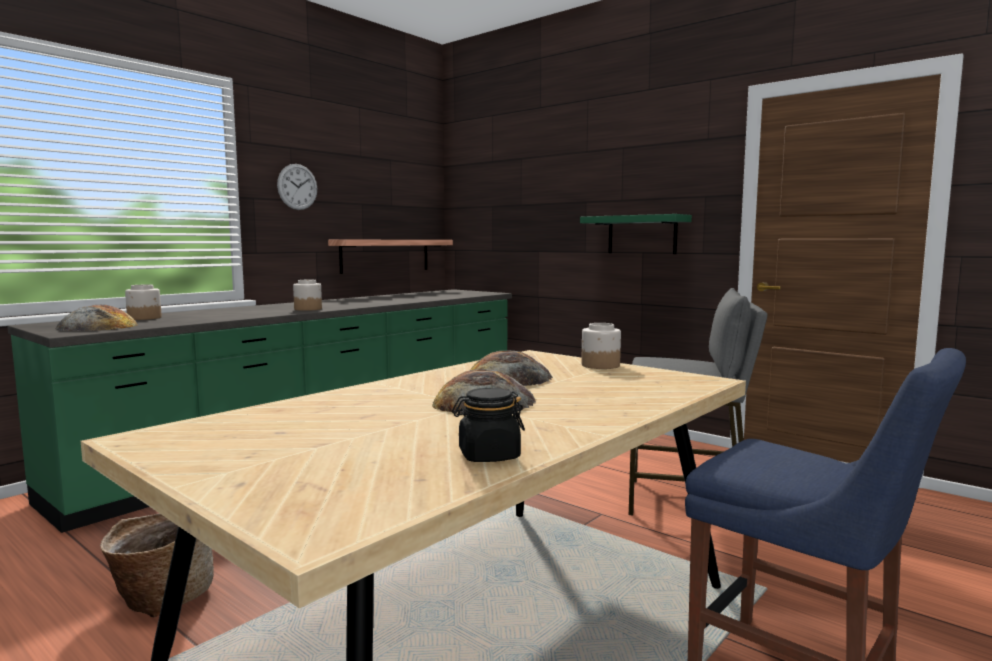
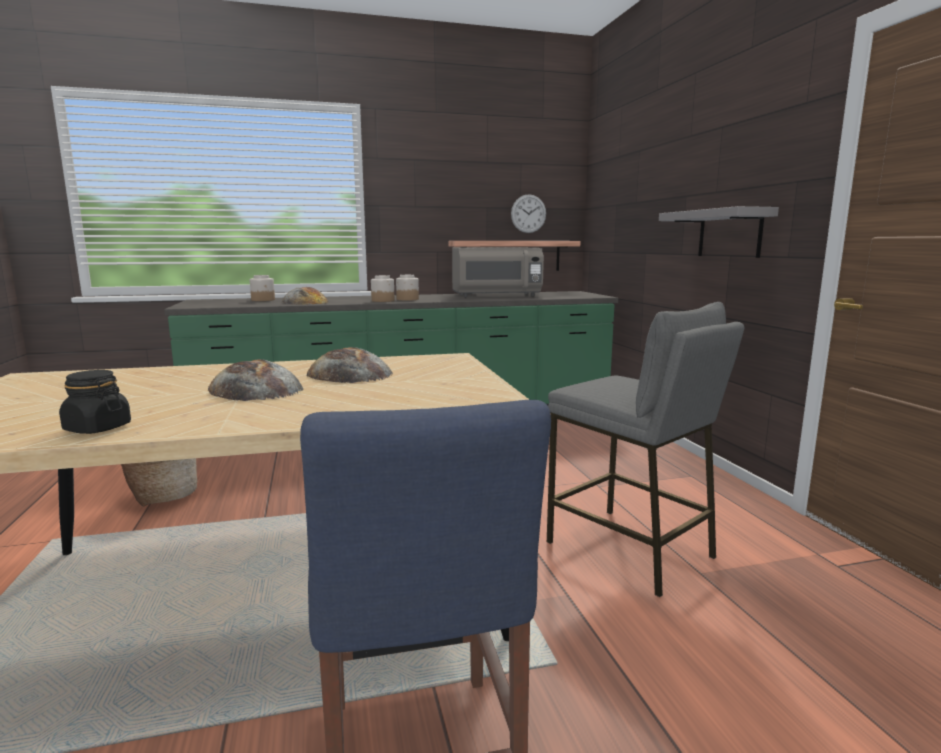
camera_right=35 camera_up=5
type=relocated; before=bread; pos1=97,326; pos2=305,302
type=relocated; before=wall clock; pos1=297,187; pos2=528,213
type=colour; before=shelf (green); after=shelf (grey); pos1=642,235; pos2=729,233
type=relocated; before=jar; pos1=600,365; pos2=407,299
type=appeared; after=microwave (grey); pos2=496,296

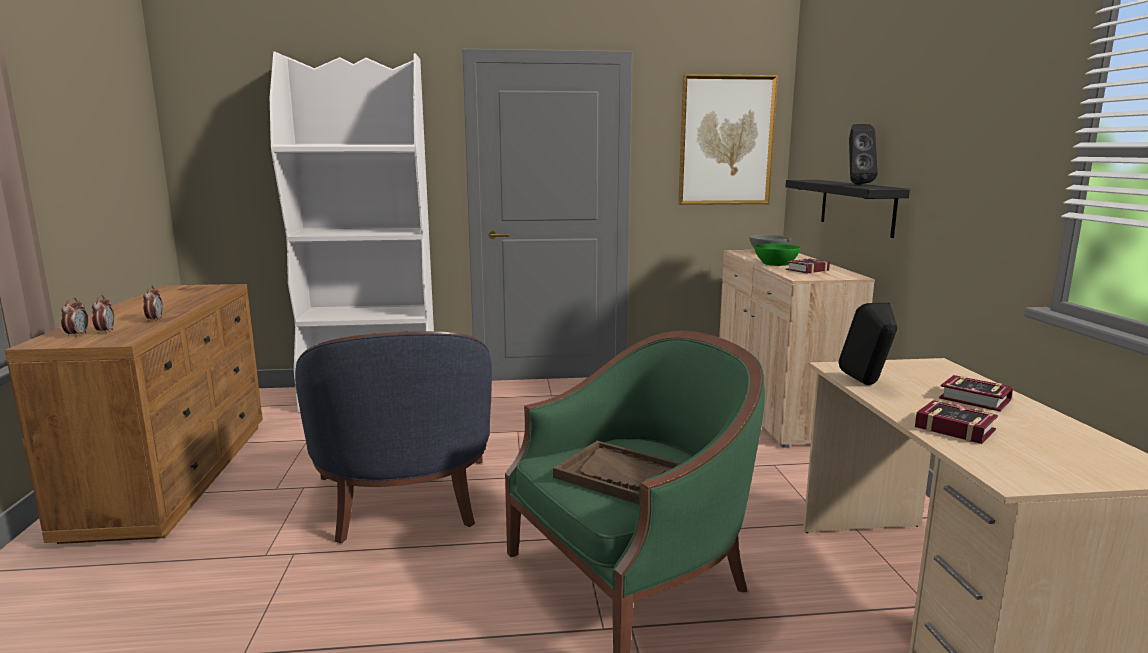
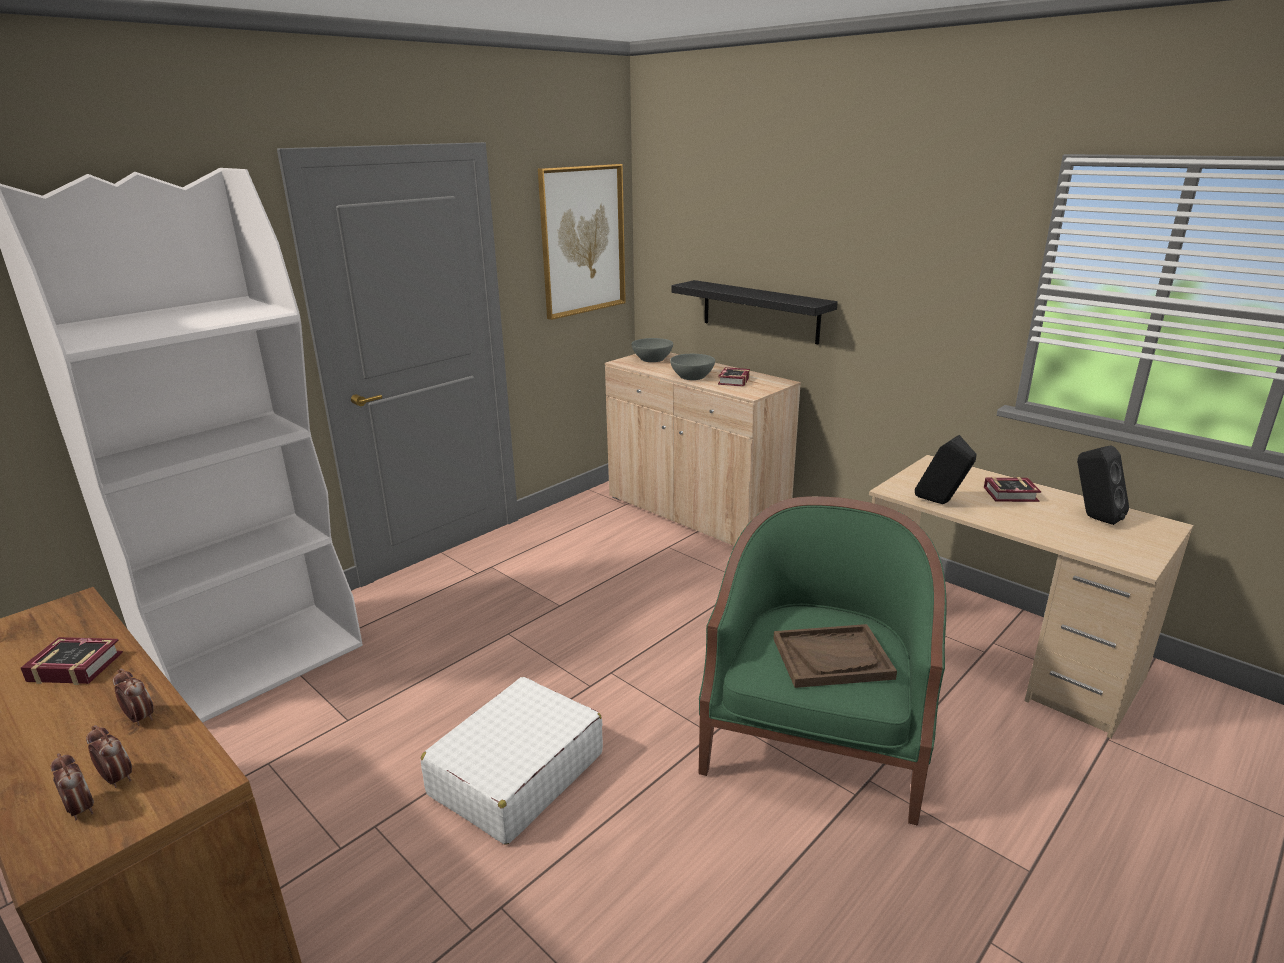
camera_right=-40 camera_up=10
type=exchanged; before=armchair (blue); after=suitcase (white); pos1=404,499; pos2=516,774
type=colour; before=bowl (green); after=bowl (grey); pos1=776,263; pos2=692,376
type=relocated; before=speaker (black); pos1=856,184; pos2=1093,518
type=relocated; before=book; pos1=952,427; pos2=74,665

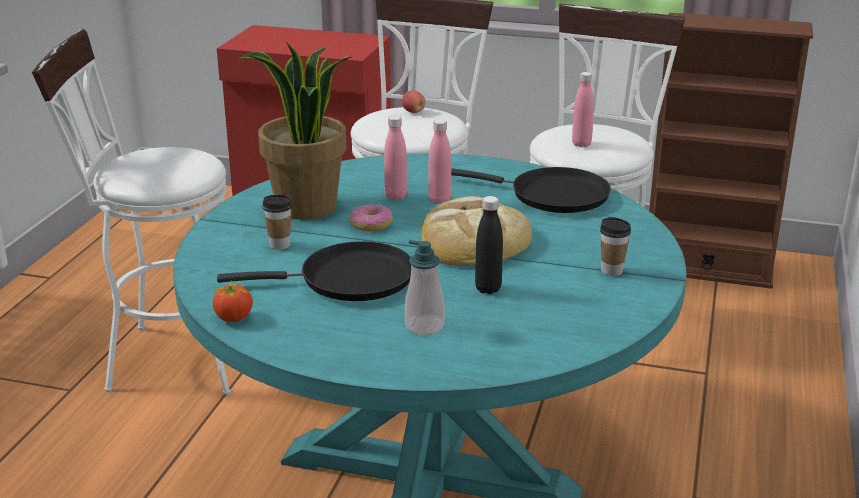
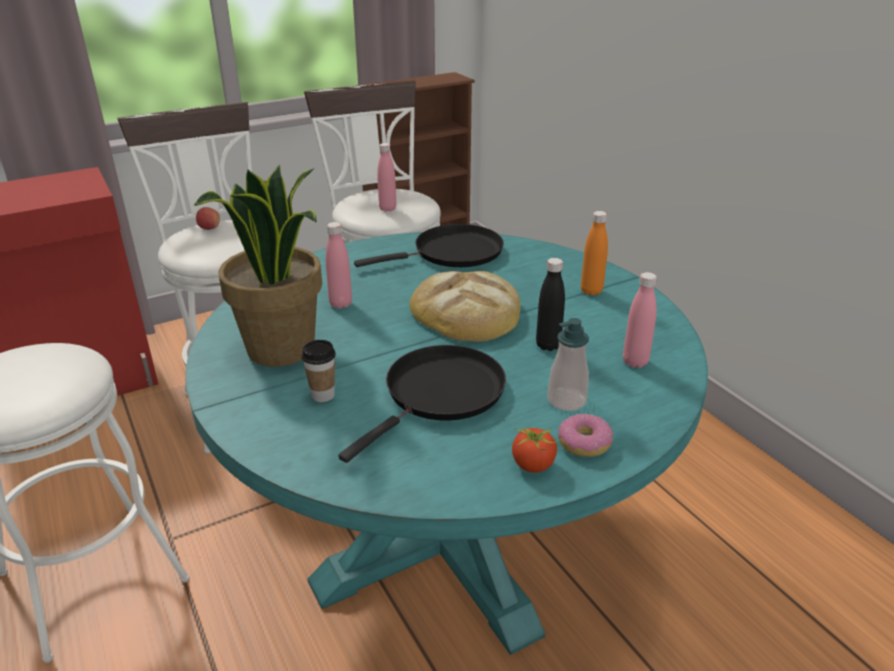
camera_right=-45 camera_up=5
type=relocated; before=tomato; pos1=234,318; pos2=533,465
type=relocated; before=donut; pos1=371,225; pos2=584,443
type=relocated; before=bottle (pink); pos1=439,200; pos2=635,362
type=exchanged; before=cup; after=bottle (orange); pos1=612,271; pos2=591,291

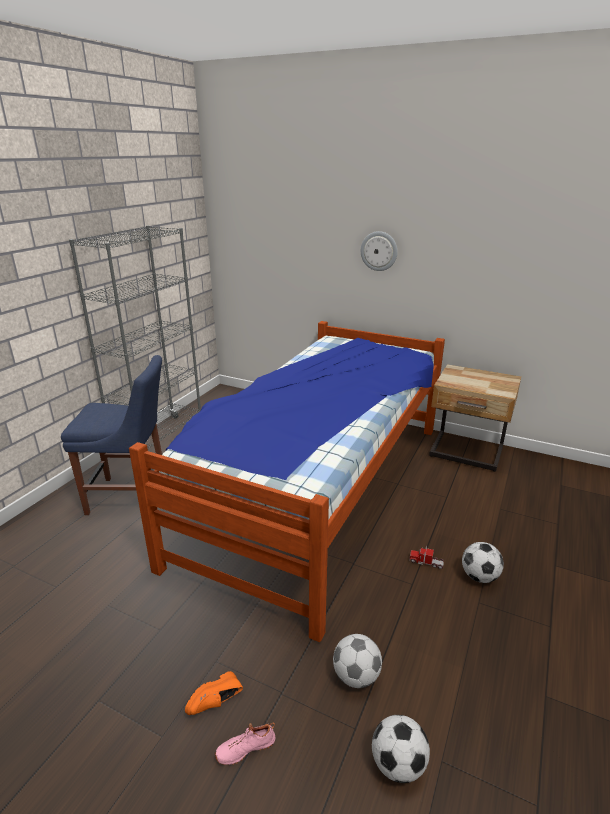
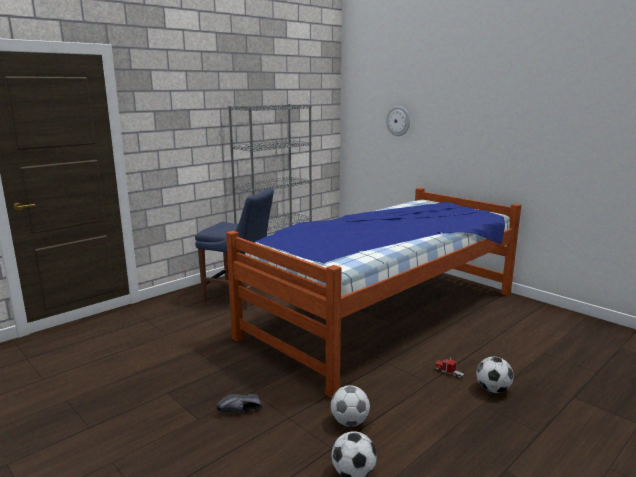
camera_right=20 camera_up=-10
type=colour; before=shoe (orange); after=shoe (black); pos1=217,703; pos2=241,412
type=missing; before=shoe (pink); pos1=245,747
type=relocated; before=wall clock; pos1=379,251; pos2=398,121
type=missing; before=nightstand (beige); pos1=466,453

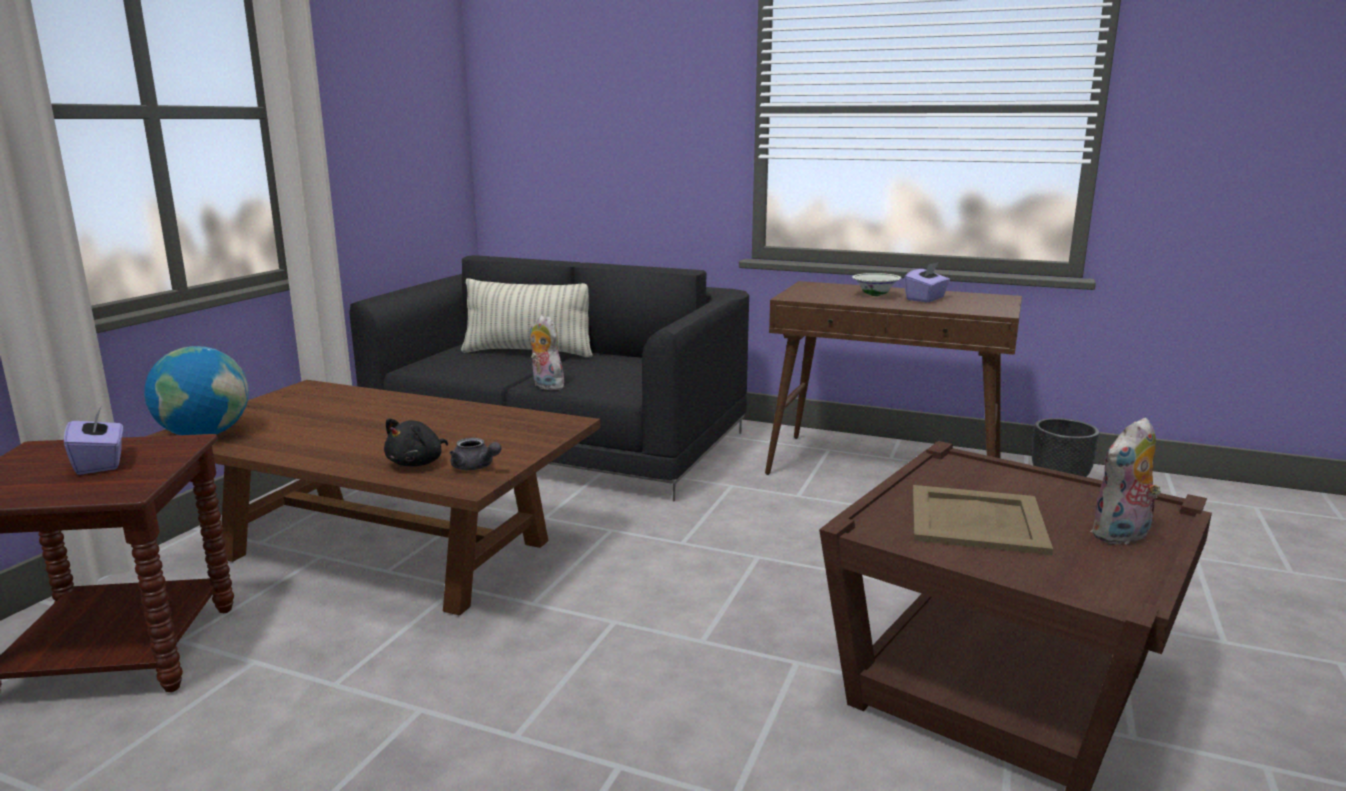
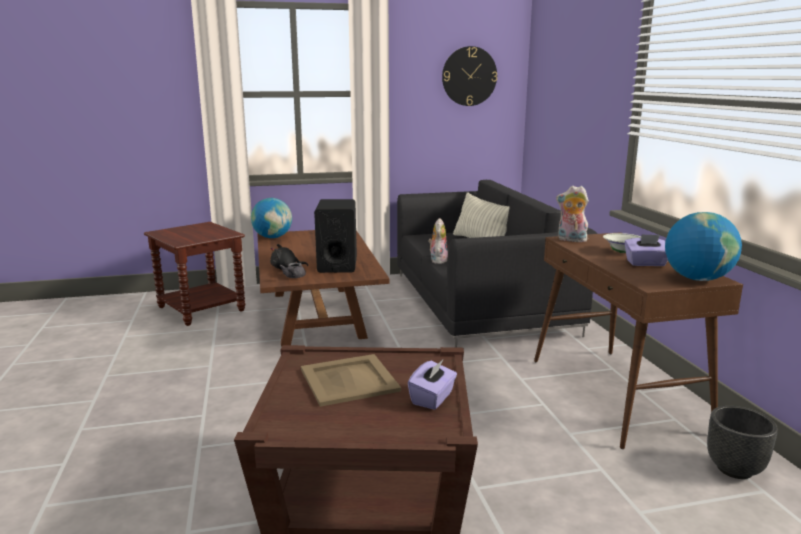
camera_right=55 camera_up=0
type=relocated; before=tissue box (purple); pos1=100,463; pos2=432,398
type=relocated; before=plush toy; pos1=1122,536; pos2=571,240
type=appeared; after=speaker (black); pos2=337,265
type=appeared; after=wall clock; pos2=469,76
type=appeared; after=globe; pos2=697,279

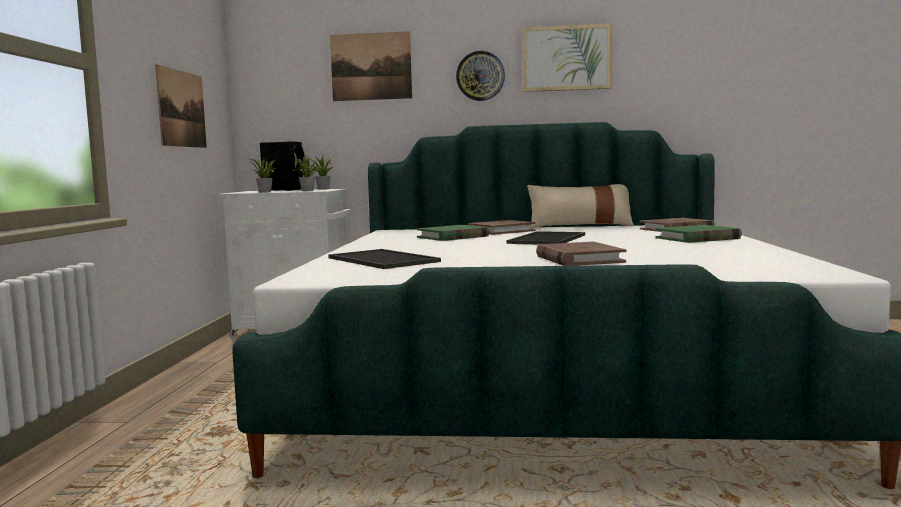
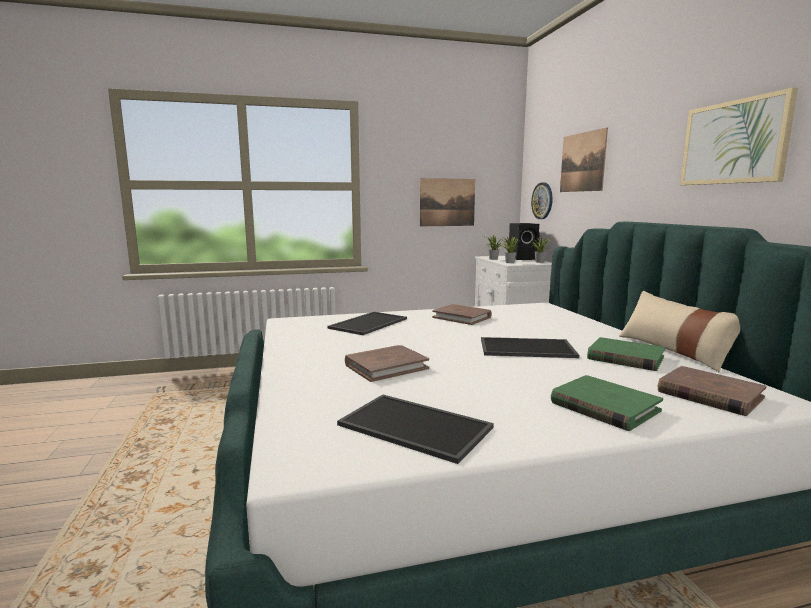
camera_right=70 camera_up=5
type=relocated; before=book (green); pos1=453,237; pos2=625,358
type=relocated; before=wall clock; pos1=480,76; pos2=542,201
type=relocated; before=book (brown); pos1=500,231; pos2=462,317
type=appeared; after=tray; pos2=417,426

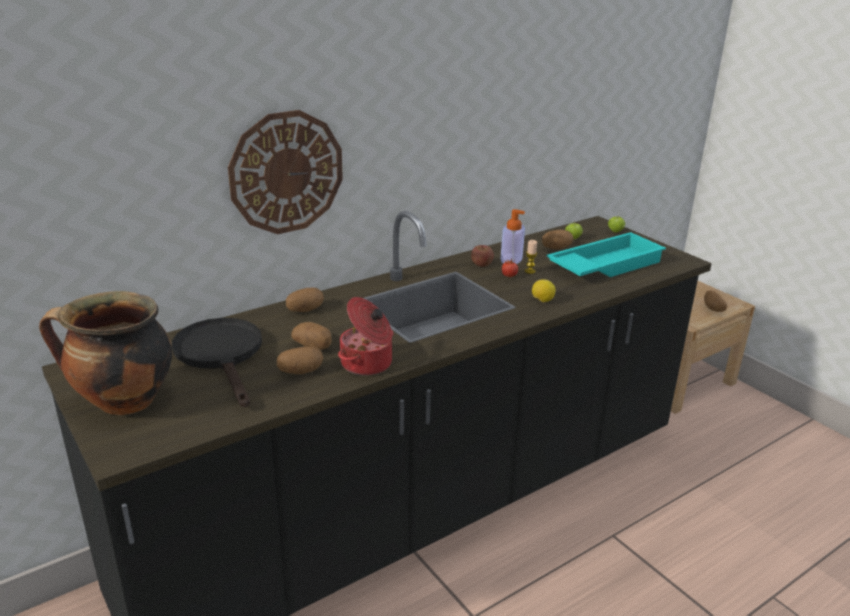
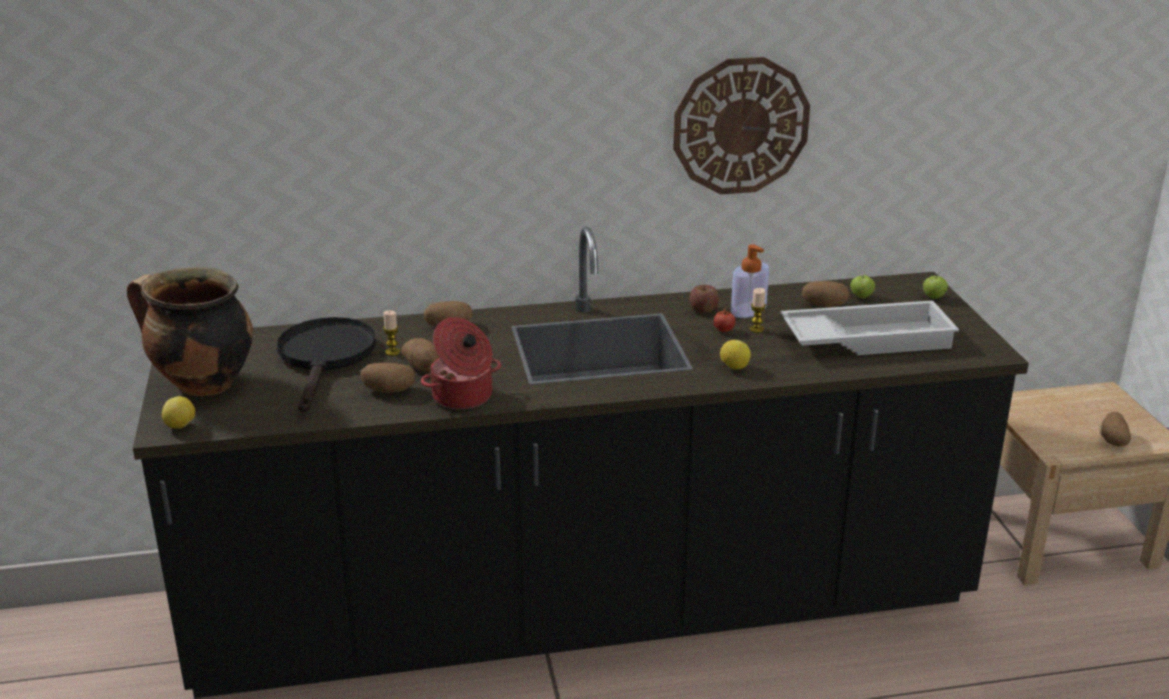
camera_right=25 camera_up=0
type=relocated; before=wall clock; pos1=286,172; pos2=740,126
type=colour; before=tray (turquoise); after=tray (white); pos1=604,265; pos2=867,338
type=appeared; after=lemon; pos2=181,426
type=appeared; after=candle; pos2=392,352

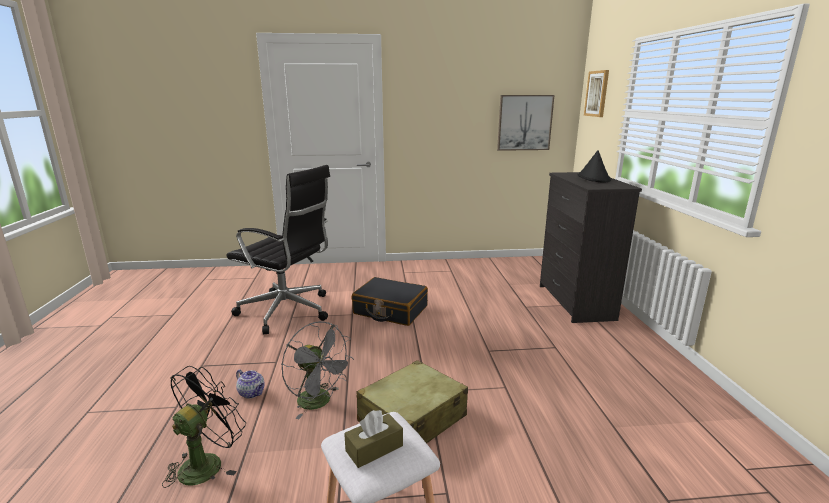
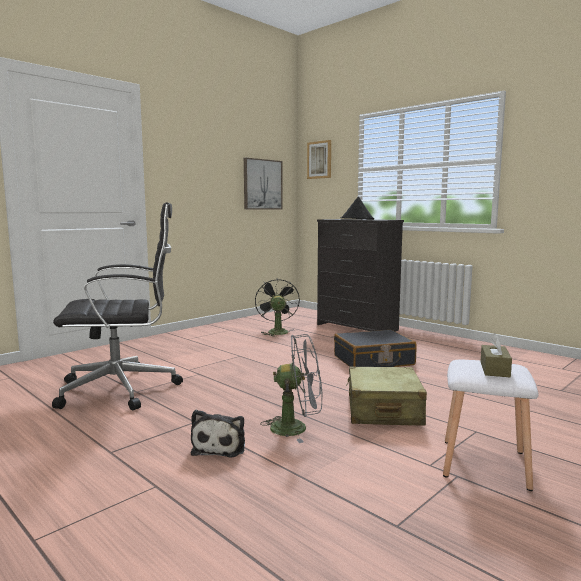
camera_right=-40 camera_up=-10
type=relocated; before=fan (black); pos1=207,462; pos2=276,331
type=exchanged; before=teapot; after=plush toy; pos1=252,393; pos2=220,446
type=relocated; before=suitcase (black); pos1=390,310; pos2=373,361

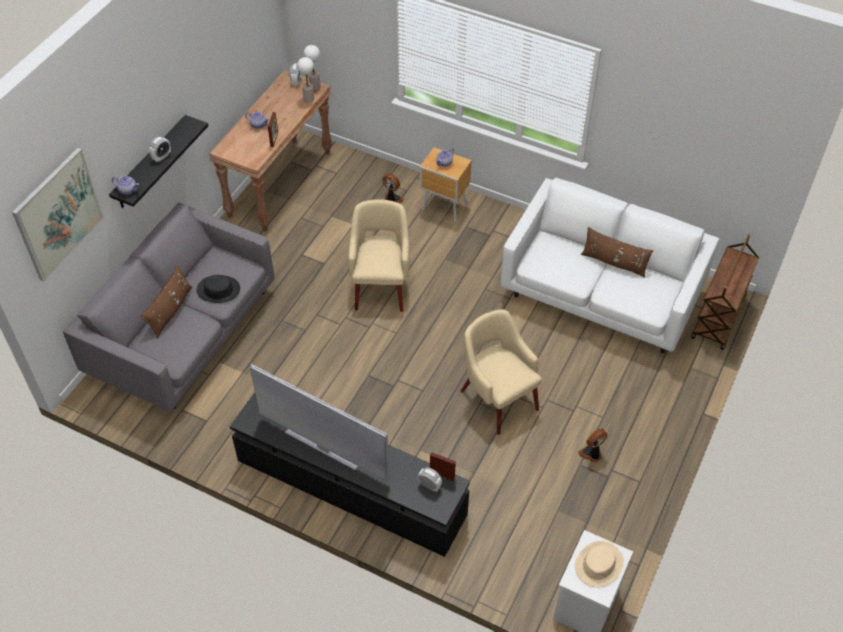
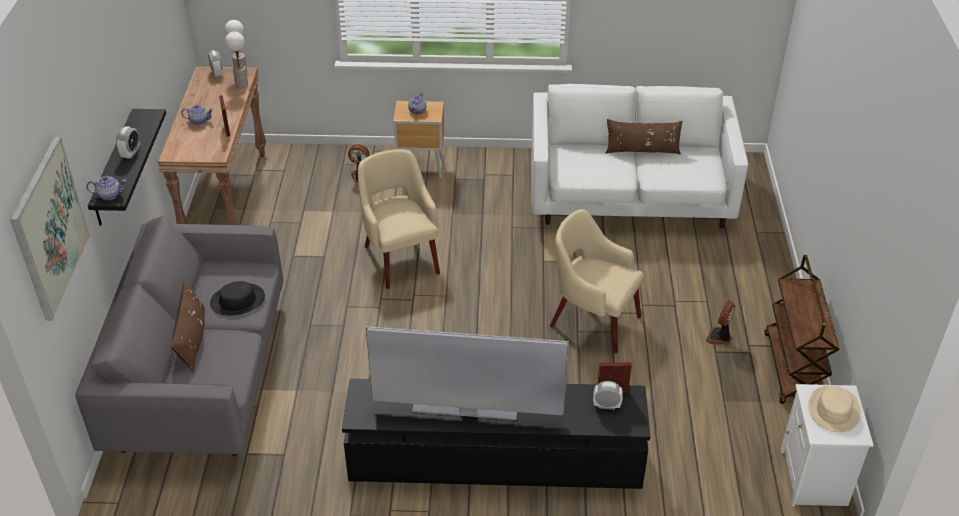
camera_right=-25 camera_up=-10
type=relocated; before=cart (brown); pos1=718,318; pos2=793,369

